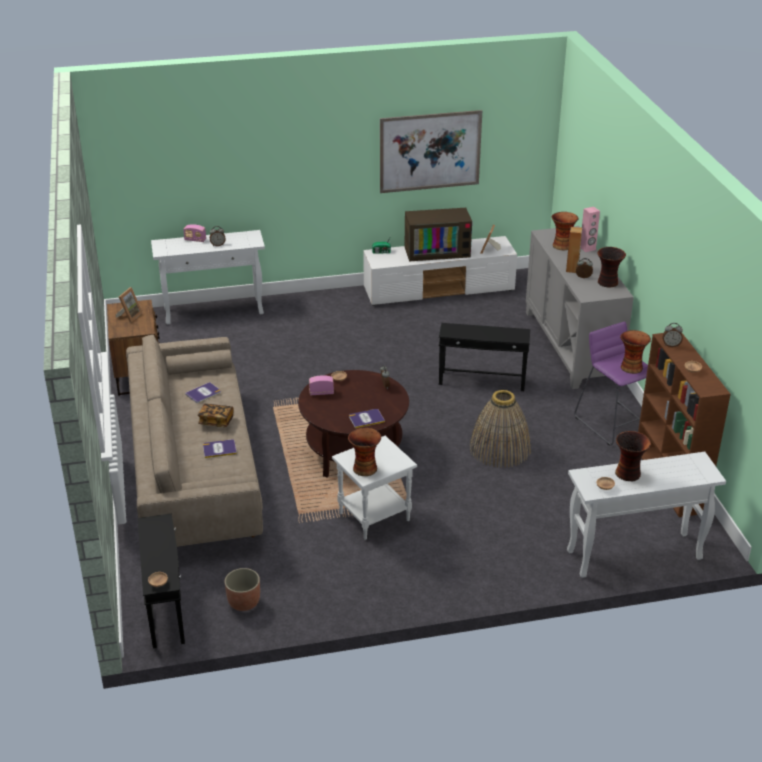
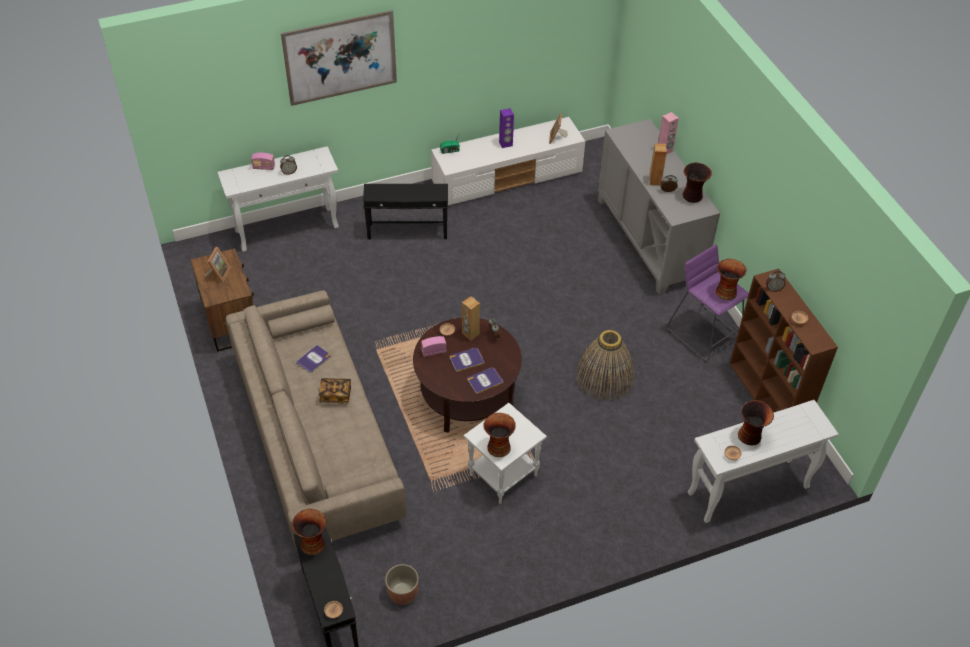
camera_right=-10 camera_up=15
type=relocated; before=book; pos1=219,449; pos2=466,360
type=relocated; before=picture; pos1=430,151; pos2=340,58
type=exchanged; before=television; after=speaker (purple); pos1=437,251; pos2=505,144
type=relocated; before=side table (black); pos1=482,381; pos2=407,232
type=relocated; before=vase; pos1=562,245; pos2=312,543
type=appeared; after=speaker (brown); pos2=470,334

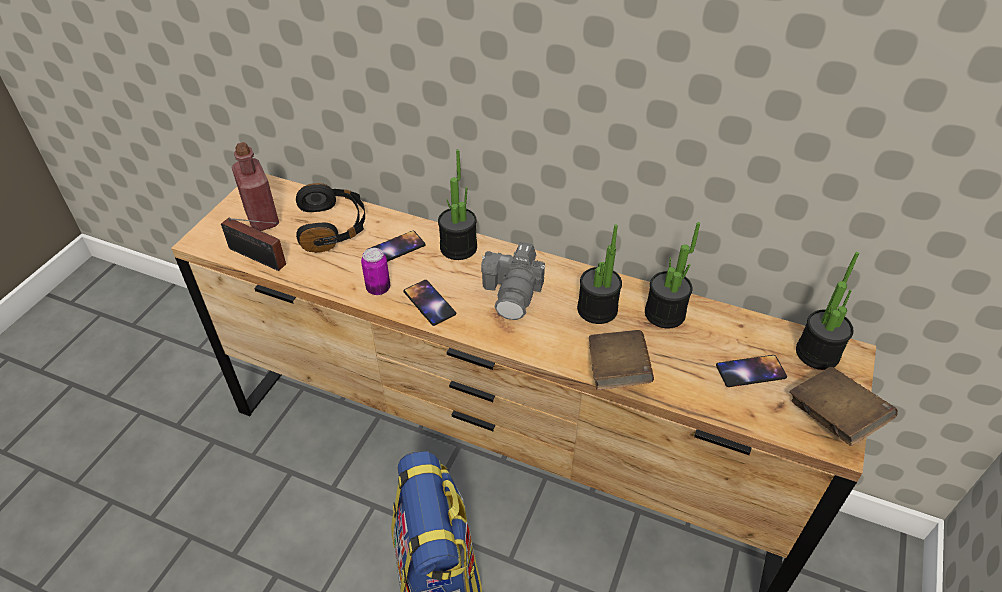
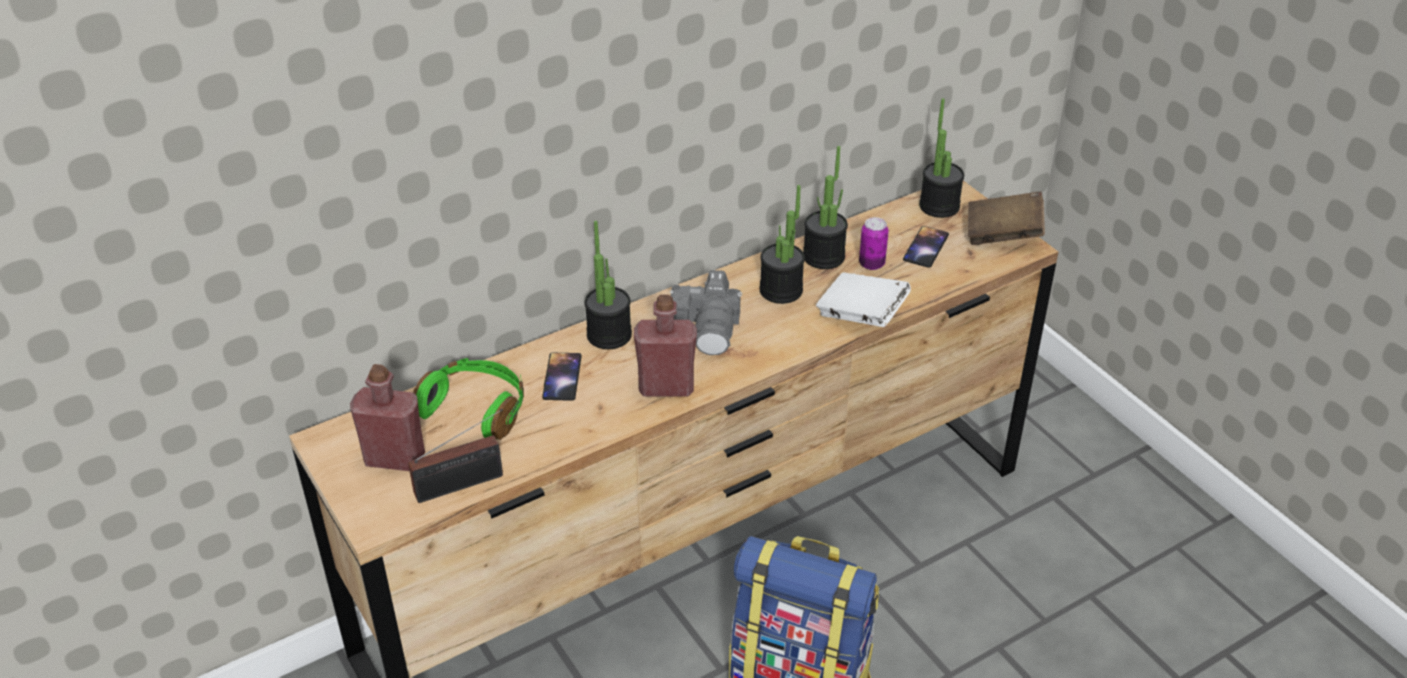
camera_right=-55 camera_up=-5
type=colour; before=headphones (black); after=headphones (green); pos1=333,227; pos2=476,409
type=relocated; before=can; pos1=378,288; pos2=871,264
type=exchanged; before=phone; after=bottle (red); pos1=429,303; pos2=666,387
type=spun; before=photo camera; pos1=513,292; pos2=709,328; turn=45
type=colour; before=book (brown); after=book (white); pos1=617,372; pos2=861,315

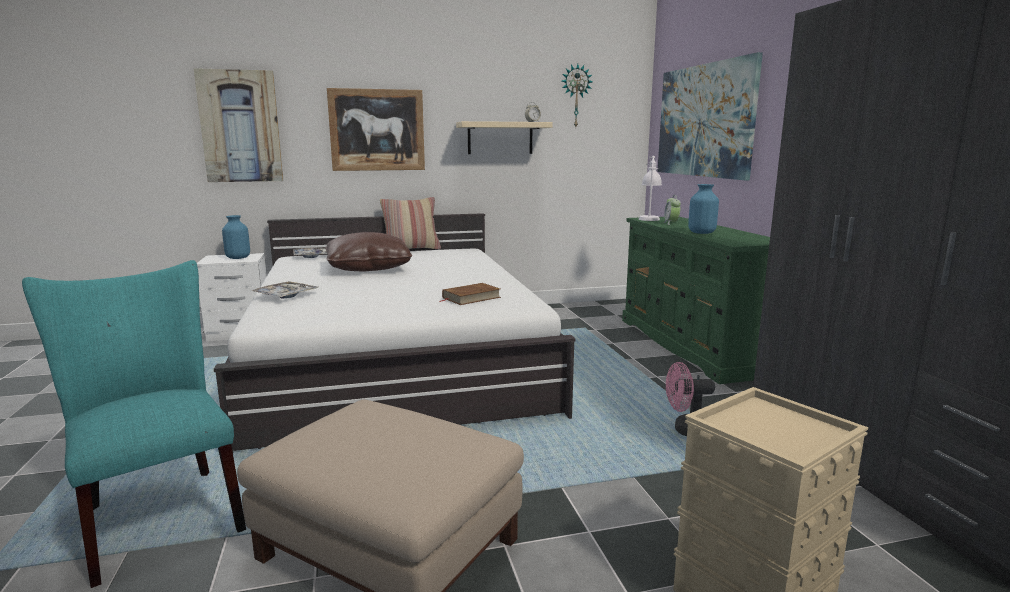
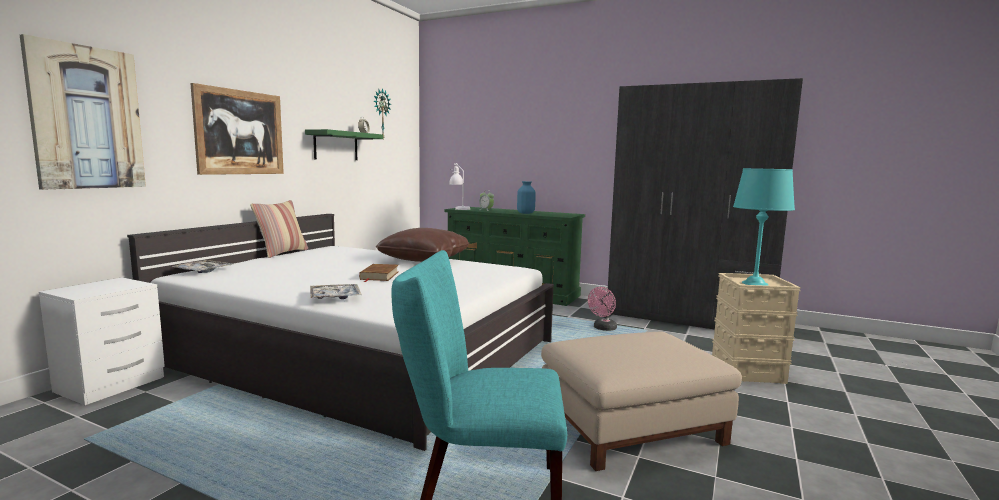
camera_right=-50 camera_up=-5
type=missing; before=vase (blue); pos1=238,258
type=relocated; before=pillow (brown); pos1=368,268; pos2=424,259
type=relocated; before=book (brown); pos1=471,297; pos2=379,275
type=colour; before=shelf (beige); after=shelf (green); pos1=500,138; pos2=336,146
type=missing; before=picture; pos1=704,121
type=appeared; after=table lamp (turquoise); pos2=754,283

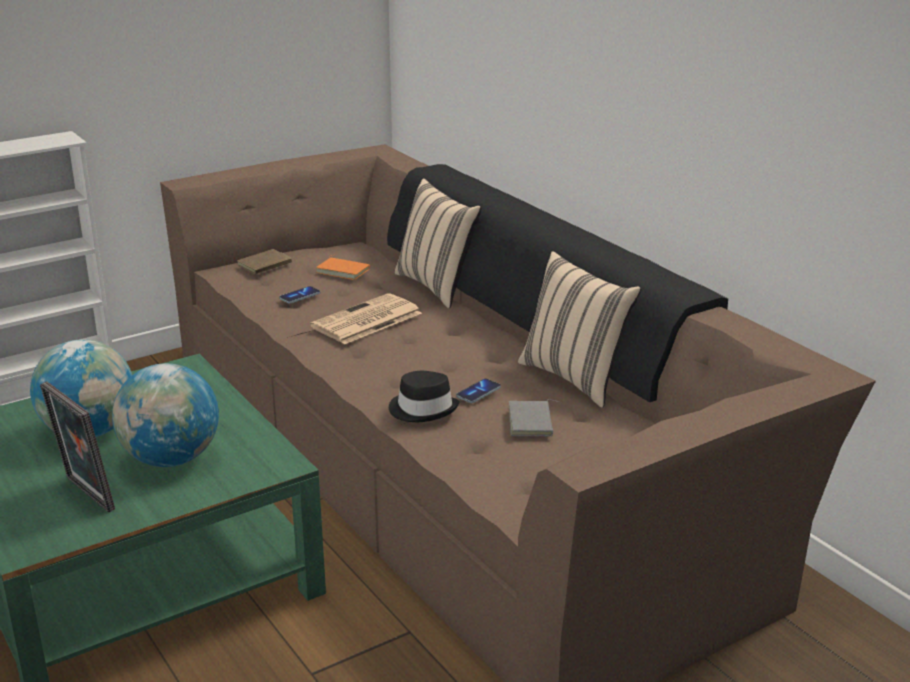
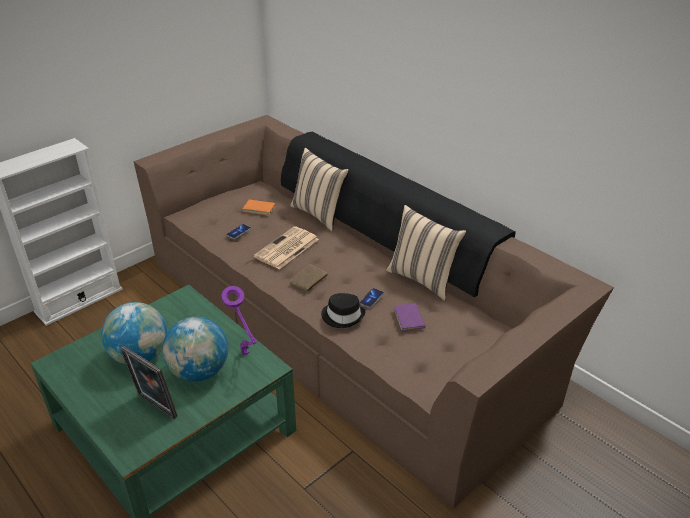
camera_right=-10 camera_up=10
type=relocated; before=book (brown); pos1=265,265; pos2=310,280
type=colour; before=book (grey); after=book (purple); pos1=532,422; pos2=410,318
type=appeared; after=table lamp (purple); pos2=246,354

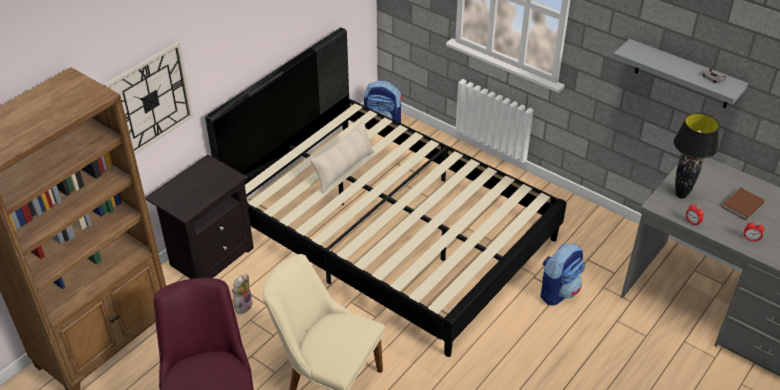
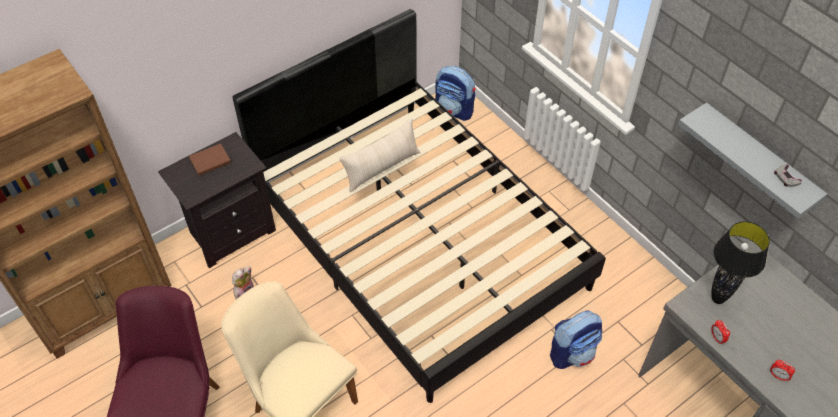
camera_right=15 camera_up=10
type=missing; before=wall clock; pos1=149,100
type=relocated; before=book (brown); pos1=741,205; pos2=209,160

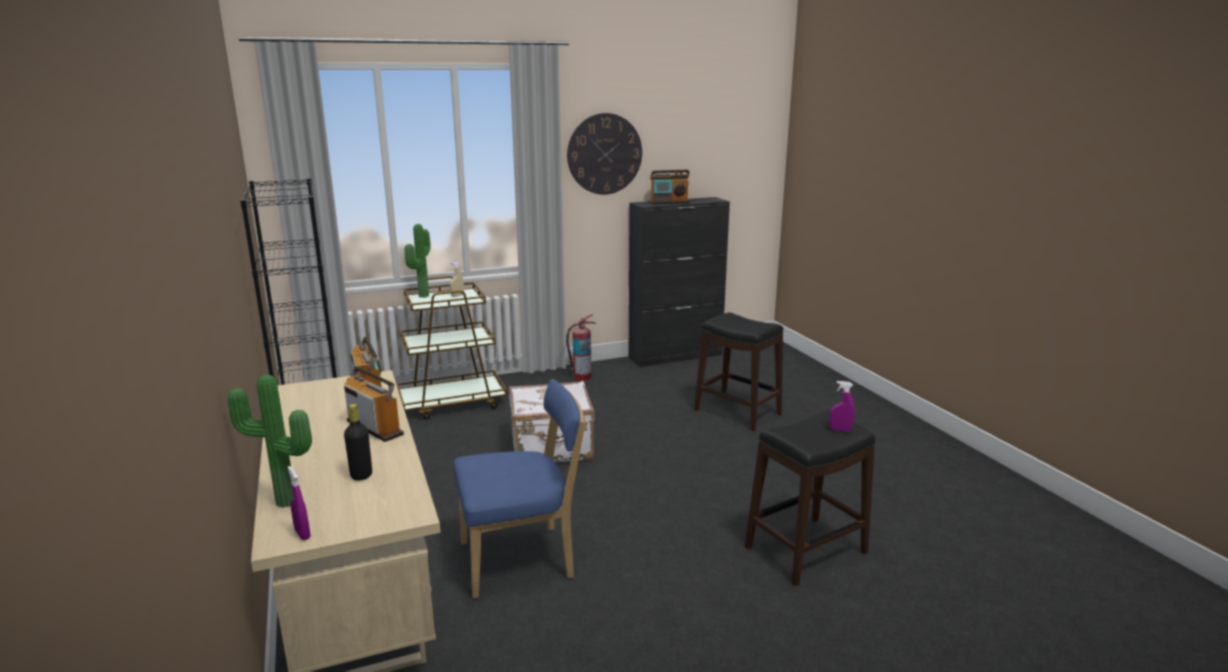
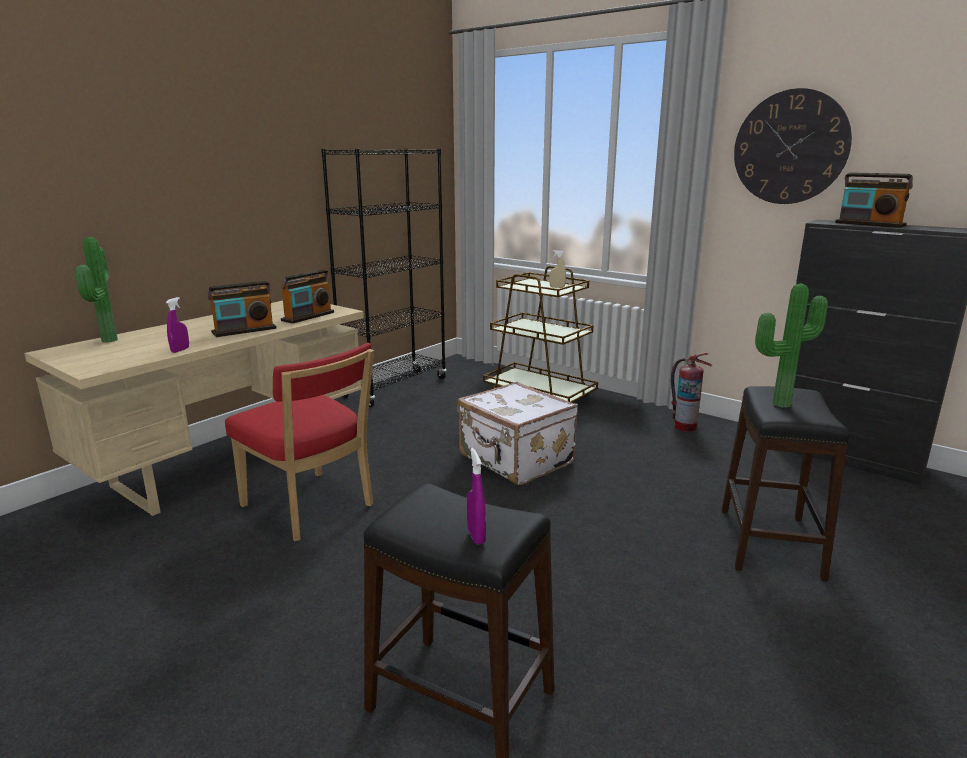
camera_right=60 camera_up=0
type=relocated; before=spray bottle (purple); pos1=302,534; pos2=180,350
type=spun; before=radio; pos1=375,428; pos2=244,330; turn=45
type=missing; before=bottle (black); pos1=361,475
type=relocated; before=potted plant; pos1=422,296; pos2=778,403
type=colour; before=chair (blue); after=chair (red); pos1=522,559; pos2=311,508

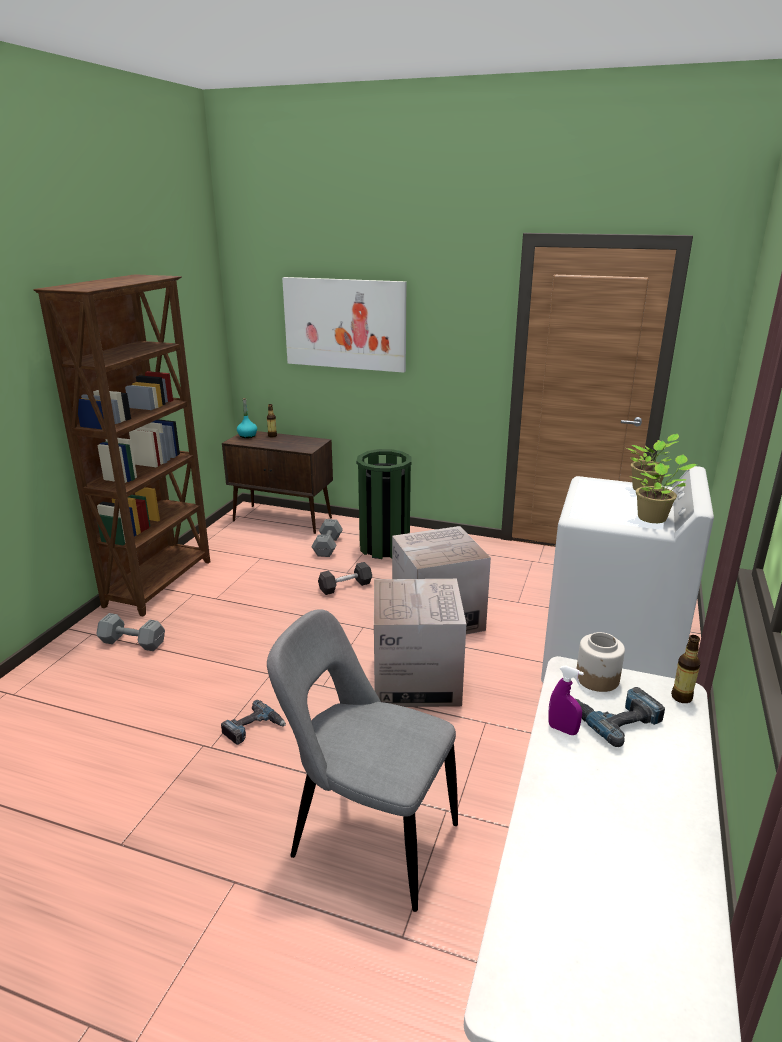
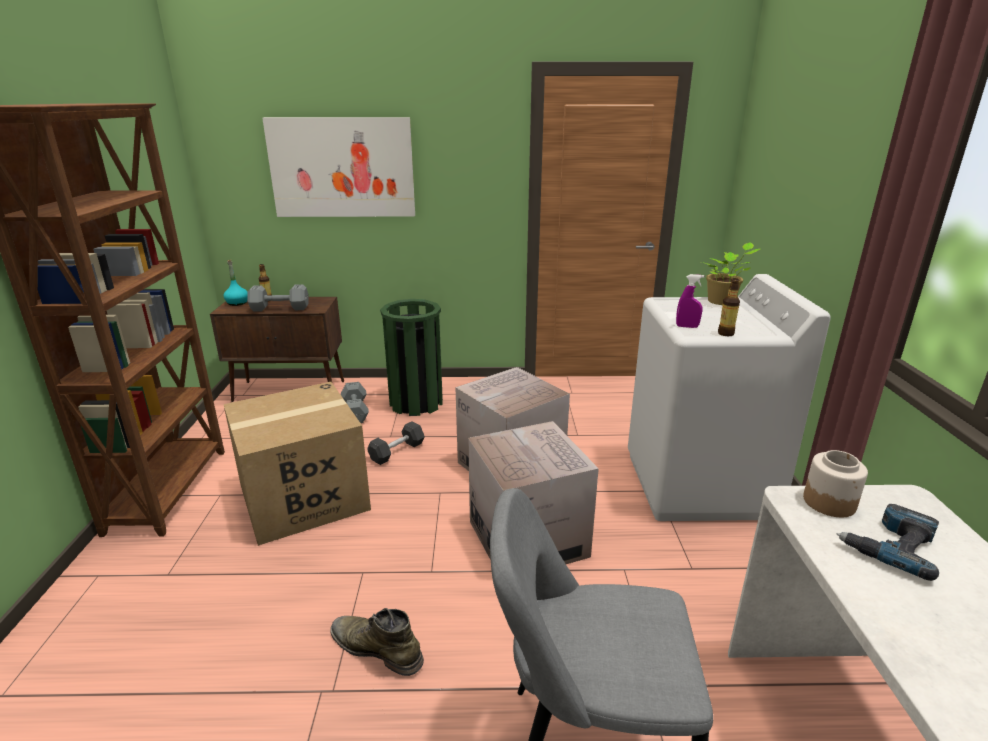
camera_right=-20 camera_up=0
type=relocated; before=dumbbell (grey); pos1=133,643; pos2=281,308
type=exchanged; before=power drill; after=boot (green); pos1=254,728; pos2=376,648
type=relocated; before=spray bottle (purple); pos1=562,729; pos2=687,326
type=missing; before=potted plant; pos1=654,518
type=relocated; before=bottle; pos1=681,697; pos2=725,333
type=appeared; after=cardboard box; pos2=303,497

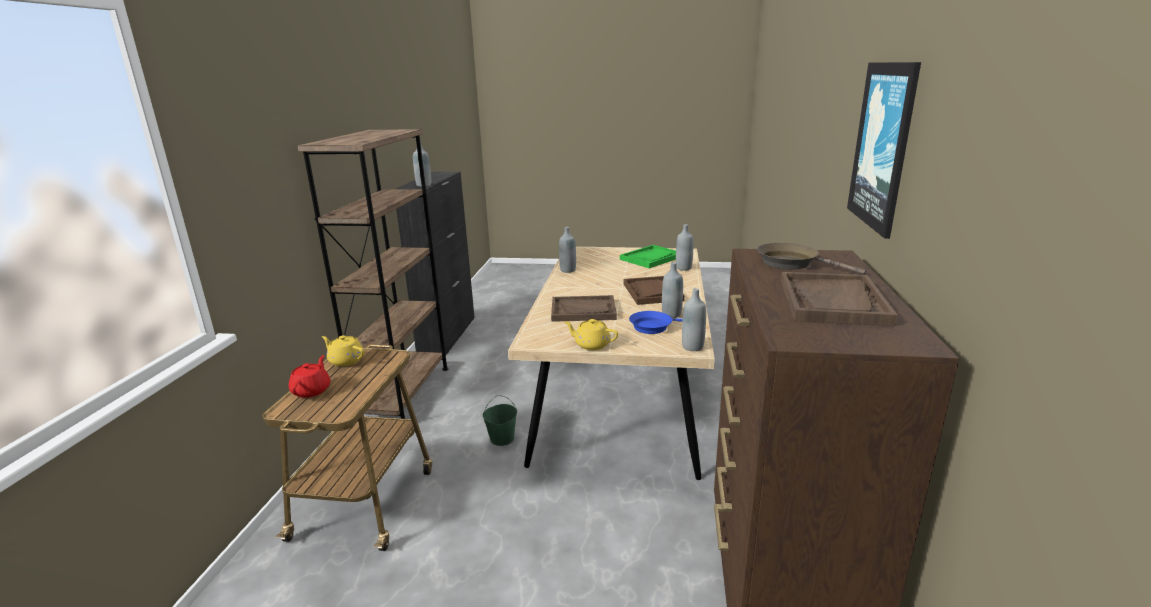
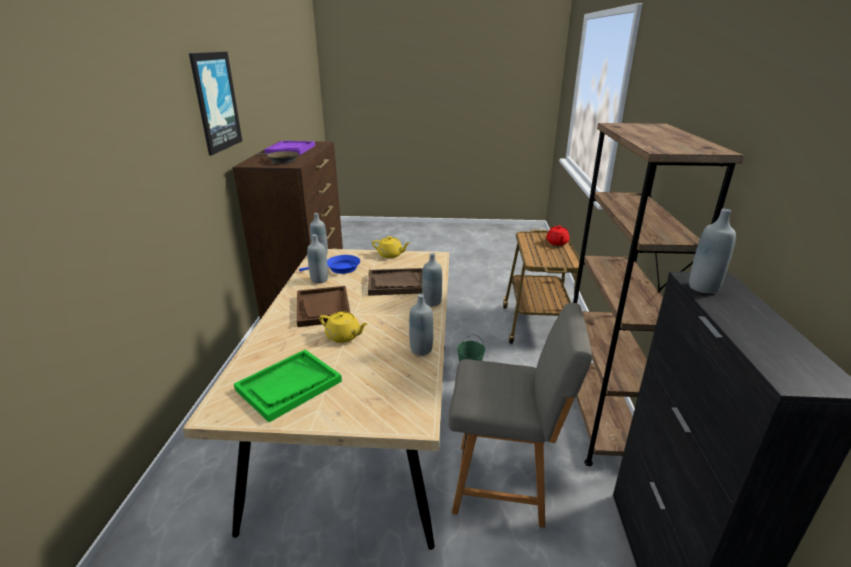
camera_right=175 camera_up=5
type=relocated; before=teapot (yellow); pos1=346,360; pos2=344,336
type=relocated; before=bottle (grey); pos1=683,268; pos2=432,302
type=colour; before=tray (brown); after=tray (purple); pos1=833,301; pos2=291,149
type=appeared; after=chair (grey); pos2=504,483

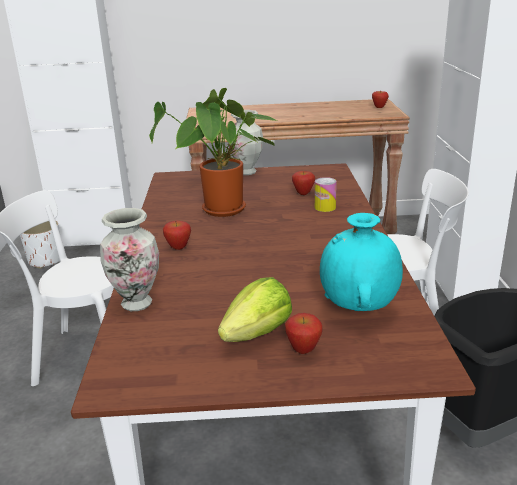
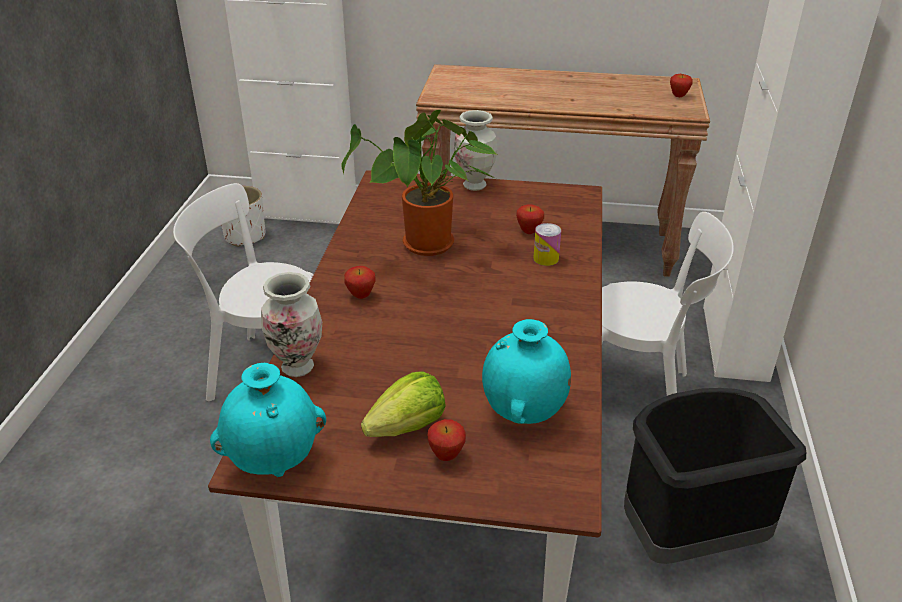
camera_right=10 camera_up=10
type=appeared; after=vase (turquoise); pos2=275,461

